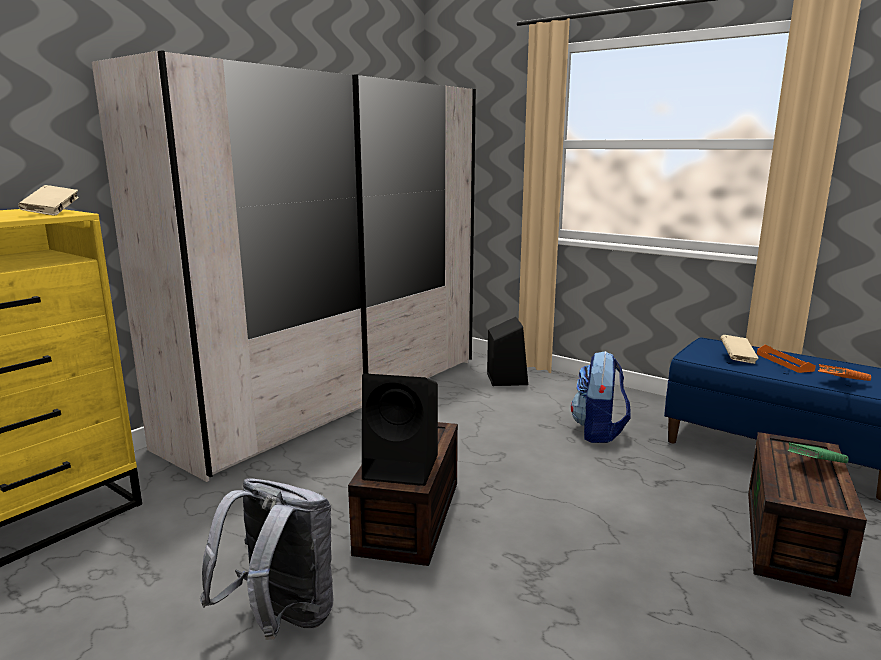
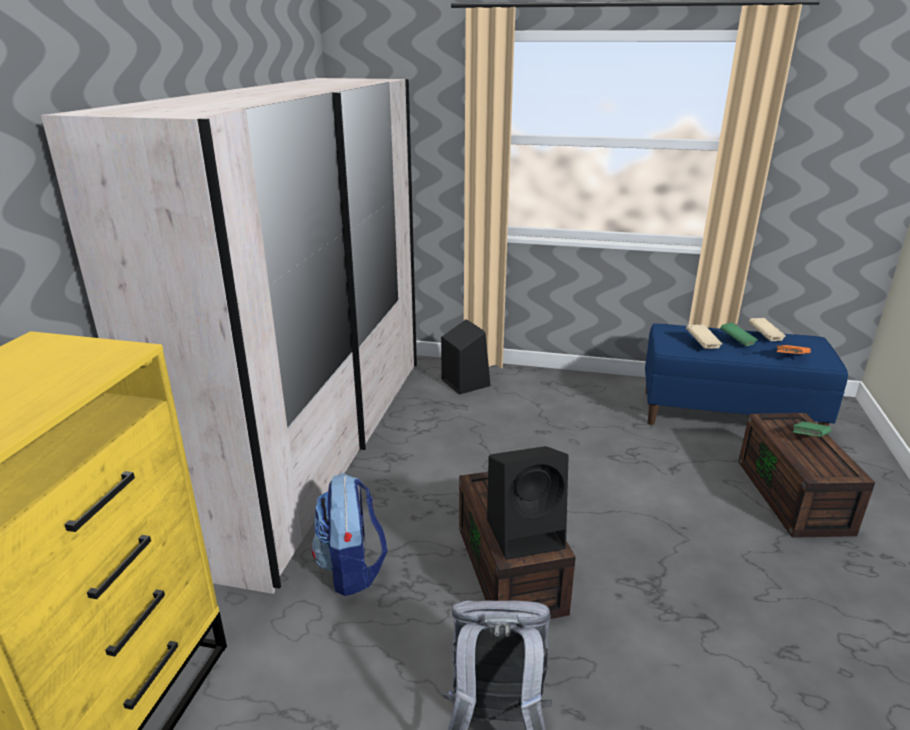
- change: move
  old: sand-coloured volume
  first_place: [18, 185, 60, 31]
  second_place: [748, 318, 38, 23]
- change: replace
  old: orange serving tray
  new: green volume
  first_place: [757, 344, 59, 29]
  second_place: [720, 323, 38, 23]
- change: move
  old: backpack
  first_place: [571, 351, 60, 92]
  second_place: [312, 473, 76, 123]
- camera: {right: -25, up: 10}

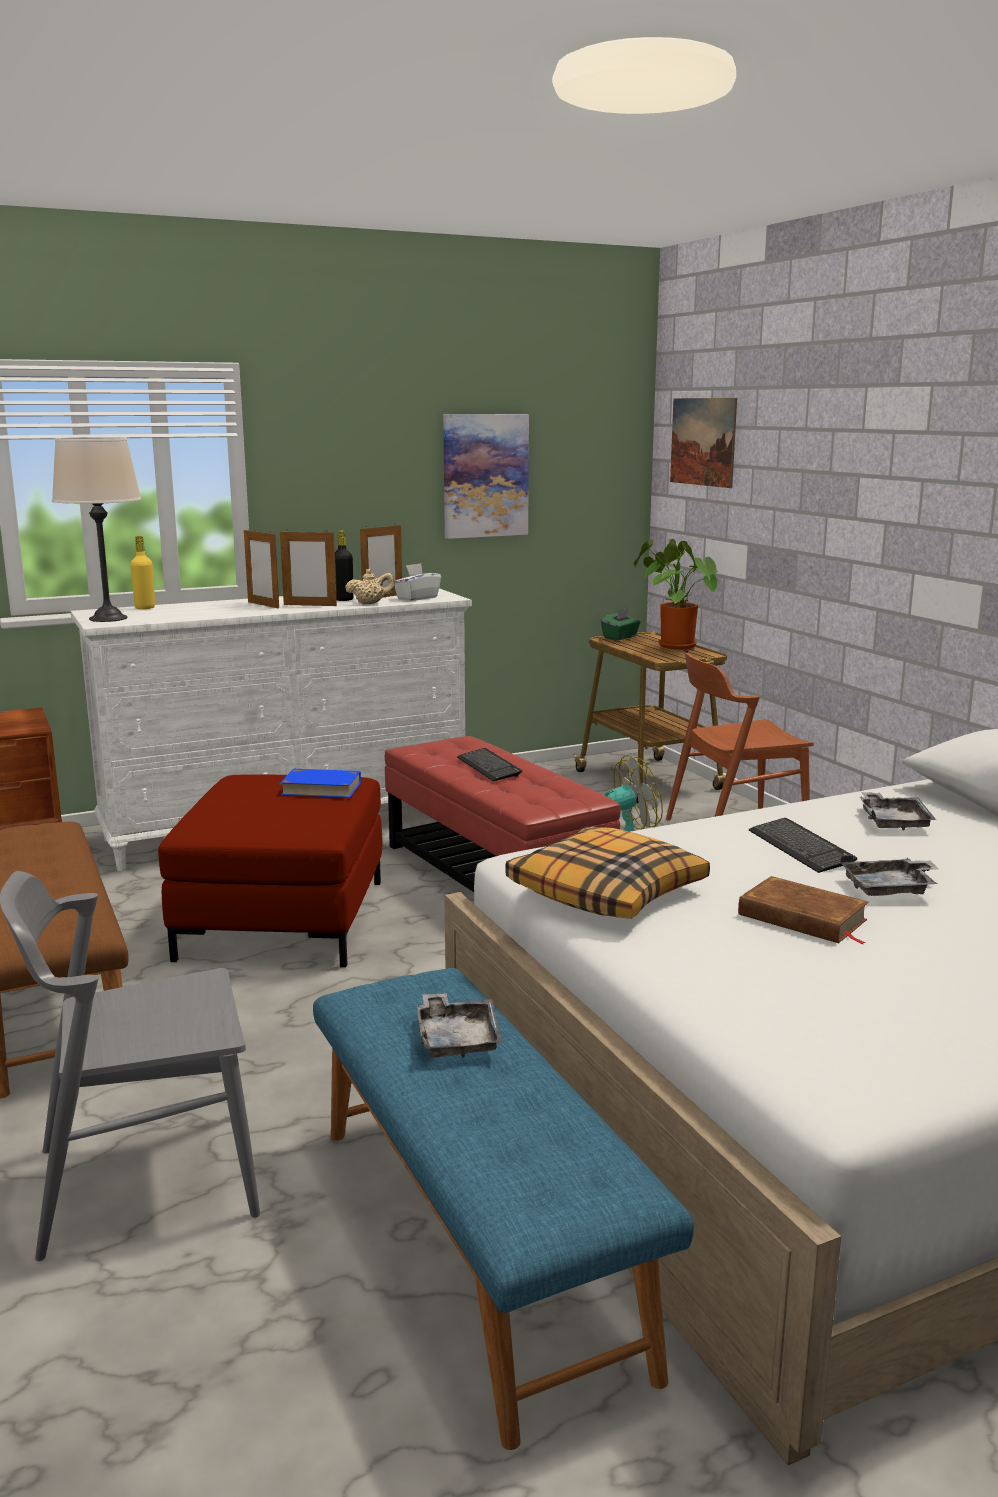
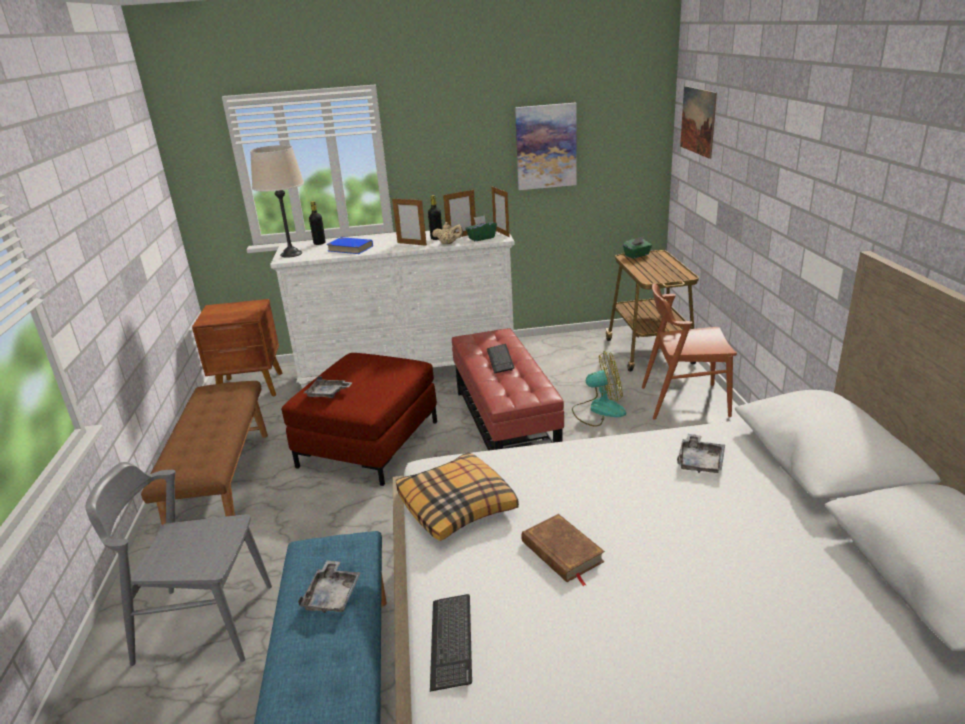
- change: move
  old: picture frame
  first_place: [244, 528, 35, 81]
  second_place: [491, 186, 19, 51]
- change: recolor
  old: yellowish beverage bottle
  new: black-coloured beverage bottle
  first_place: [130, 536, 25, 73]
  second_place: [309, 201, 17, 44]
- change: delete
  old: houseplant
  first_place: [634, 539, 84, 110]
- change: recolor
  old: white tissue holder
  new: green tissue holder
  first_place: [395, 563, 46, 38]
  second_place: [466, 215, 31, 26]
- change: move
  old: blue volume
  first_place: [280, 769, 81, 29]
  second_place: [326, 237, 47, 17]
- change: move
  old: keyboard
  first_place: [749, 818, 108, 55]
  second_place: [430, 594, 42, 98]
- change: move
  old: greyish serving tray
  first_place: [841, 855, 98, 41]
  second_place: [304, 376, 49, 22]
- camera: {right: 20, up: 10}

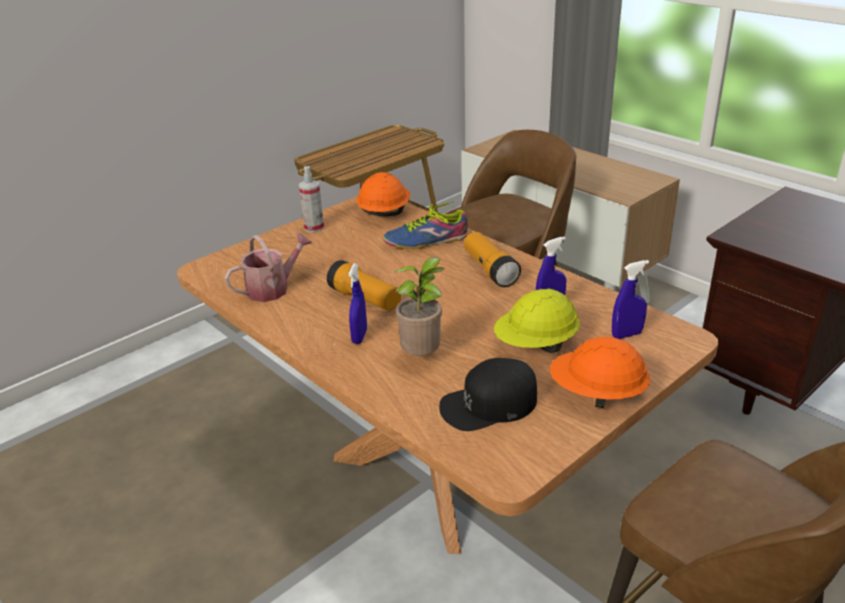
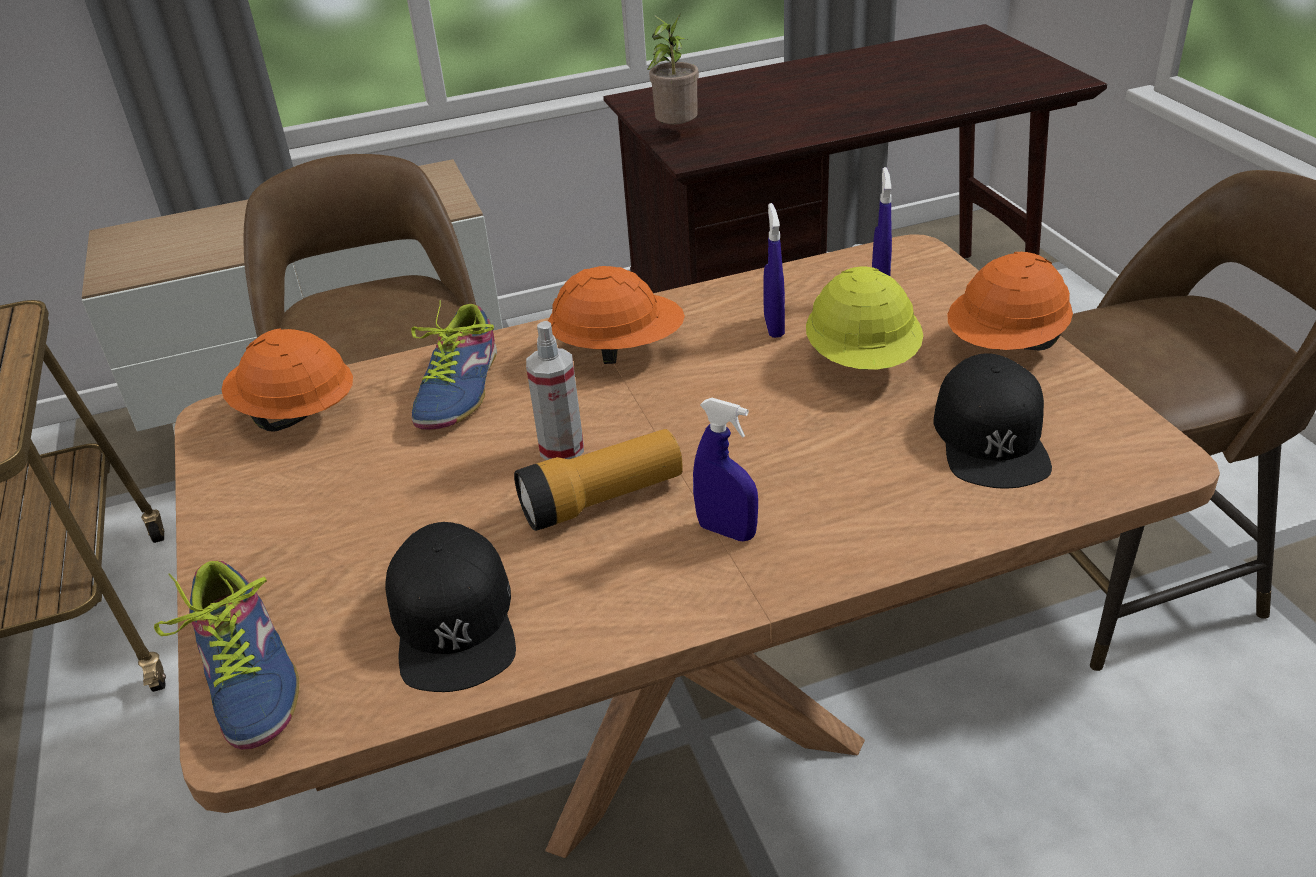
- change: move
  old: spray bottle
  first_place: [299, 166, 25, 67]
  second_place: [526, 321, 58, 139]
- change: replace
  old: torch
  new: orange work helmet
  first_place: [464, 232, 57, 55]
  second_place: [548, 266, 137, 98]
- change: replace
  old: watering can
  new: black-coloured baseball cap
  first_place: [225, 233, 87, 69]
  second_place: [385, 522, 131, 170]
- change: move
  old: houseplant
  first_place: [395, 257, 50, 98]
  second_place: [647, 13, 52, 111]
- change: insert
  new: item of footwear
  second_place: [154, 560, 145, 190]
- camera: {right: -65, up: 5}

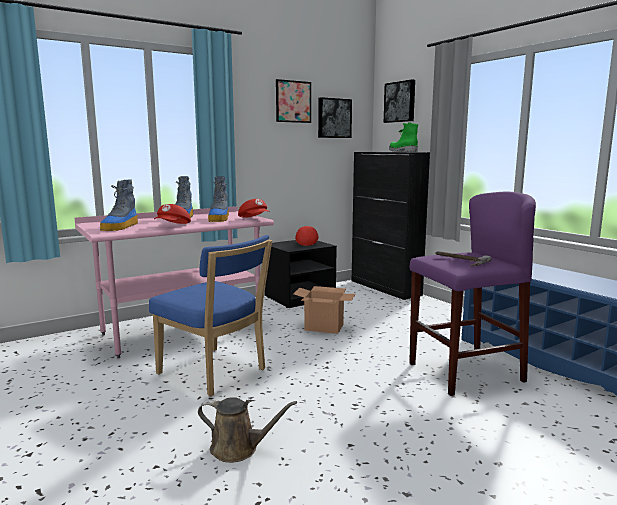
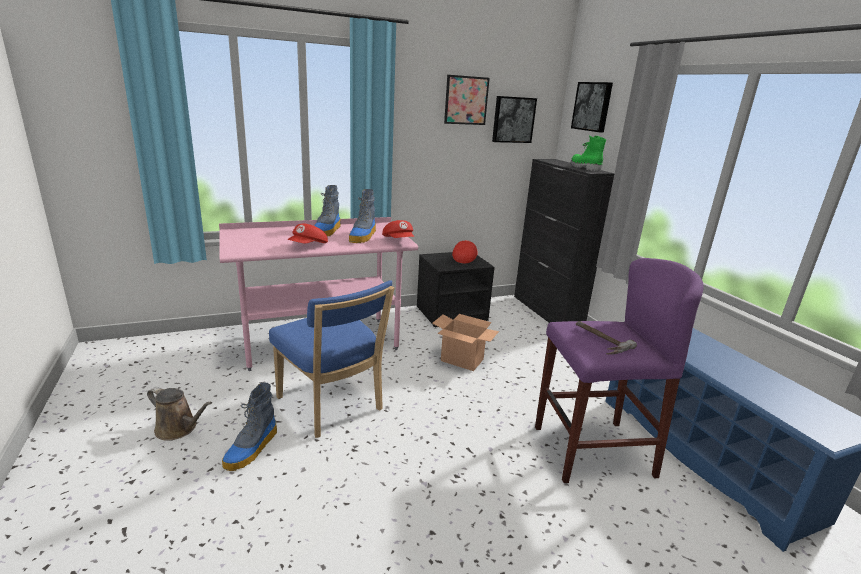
- change: move
  old: tall boot
  first_place: [100, 180, 38, 51]
  second_place: [222, 382, 55, 89]
- change: move
  old: brownish watering can
  first_place: [198, 397, 99, 66]
  second_place: [147, 387, 65, 53]
- camera: {right: 10, up: 10}

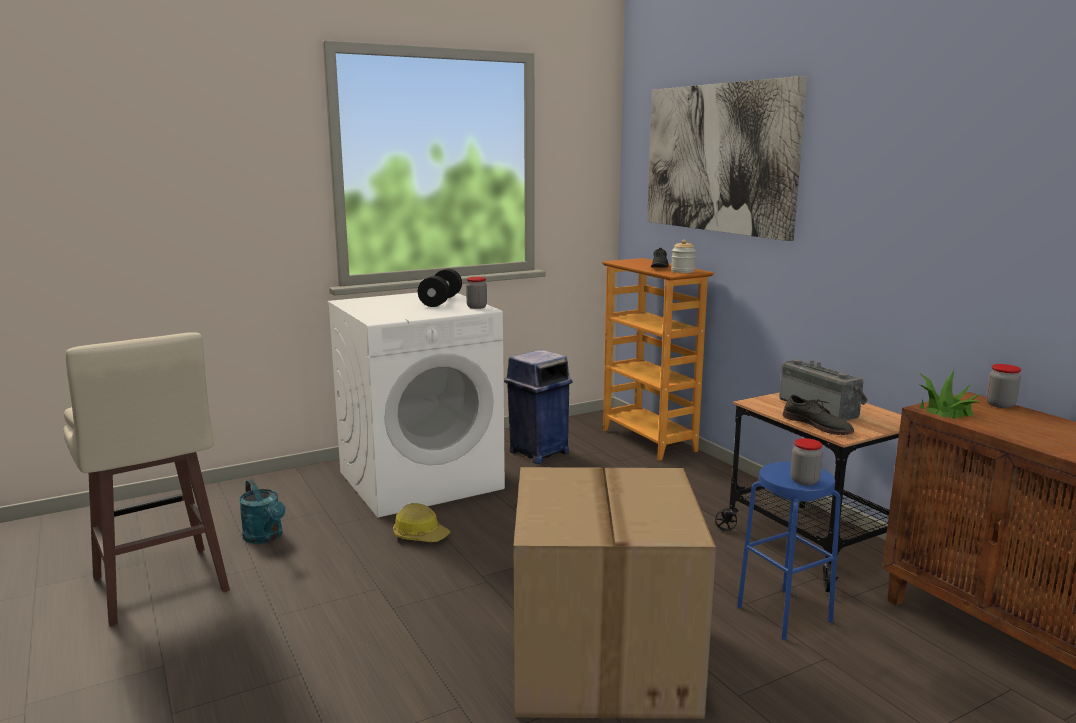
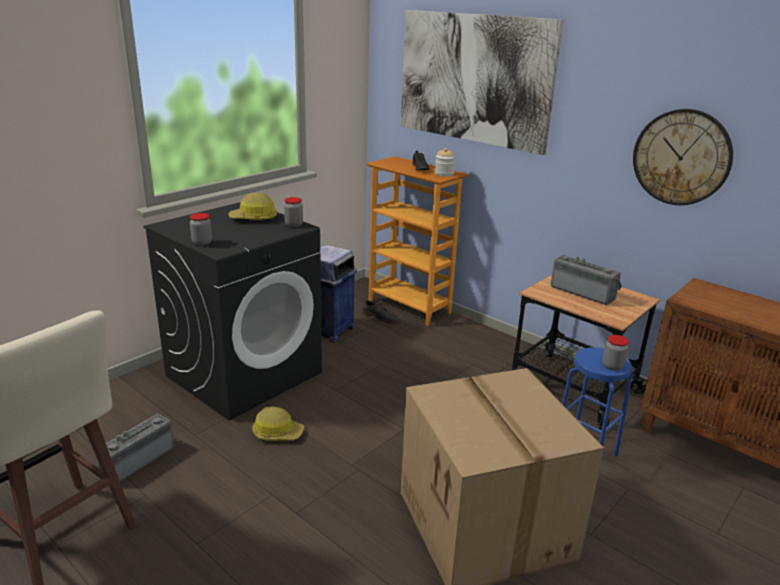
- change: replace
  old: black-coloured hand weight
  new: work helmet
  first_place: [418, 269, 44, 38]
  second_place: [229, 193, 49, 27]
- change: recolor
  old: white washing machine
  new: black-coloured washing machine
  first_place: [327, 293, 178, 225]
  second_place: [143, 202, 179, 219]
- change: move
  old: storage jar
  first_place: [986, 364, 35, 44]
  second_place: [190, 213, 22, 33]
- change: delete
  old: houseplant
  first_place: [918, 370, 63, 49]
- change: move
  old: greyish item of footwear
  first_place: [783, 395, 71, 40]
  second_place: [362, 300, 38, 24]
- change: replace
  old: turquoise-coloured watering can
  new: radio set
  first_place: [239, 479, 46, 65]
  second_place: [93, 414, 81, 68]
- change: insert
  new: clock on the wall
  second_place: [633, 109, 100, 96]
- camera: {right: -20, up: 10}

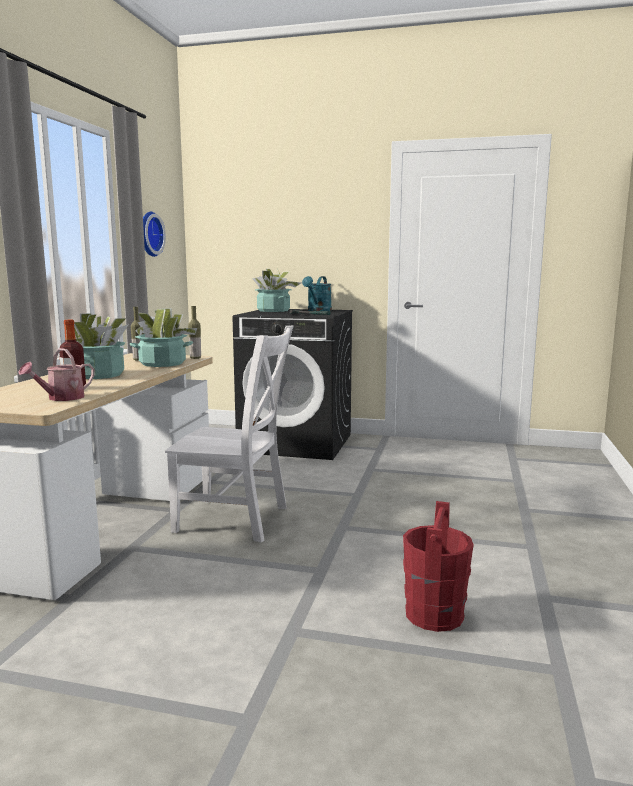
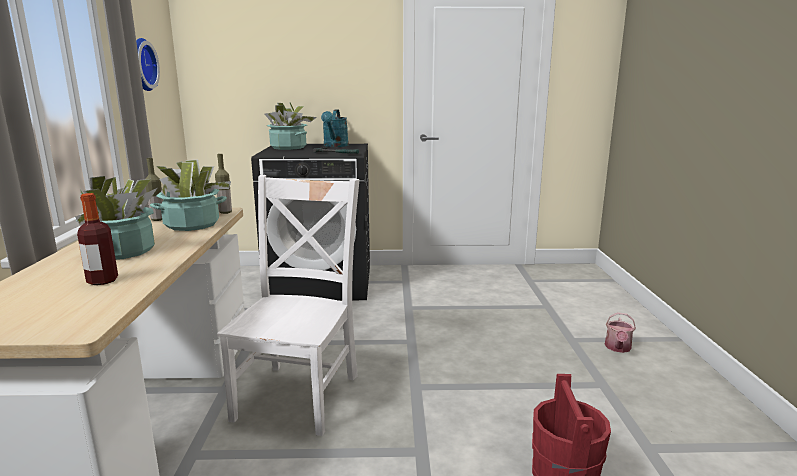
- change: rotate
  old: white chair
  first_place: [165, 326, 128, 216]
  second_place: [217, 175, 143, 261]
  degrees: -75
- change: move
  old: watering can
  first_place: [18, 348, 77, 53]
  second_place: [605, 312, 31, 41]
- camera: {right: -15, up: 5}

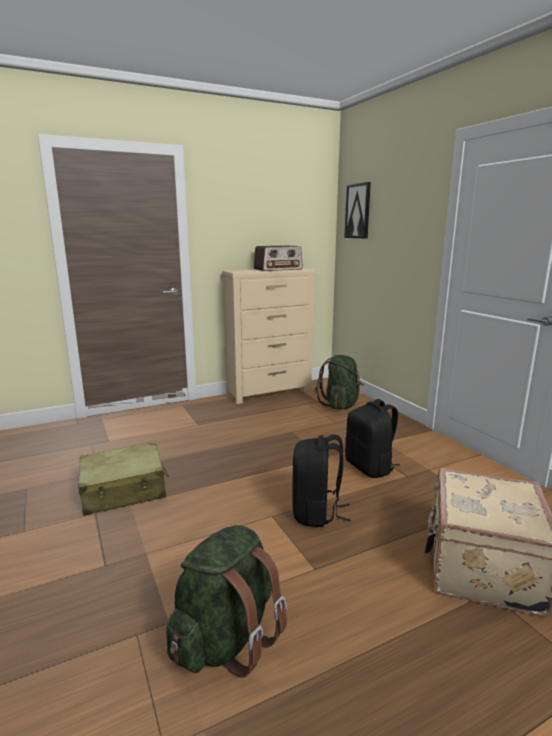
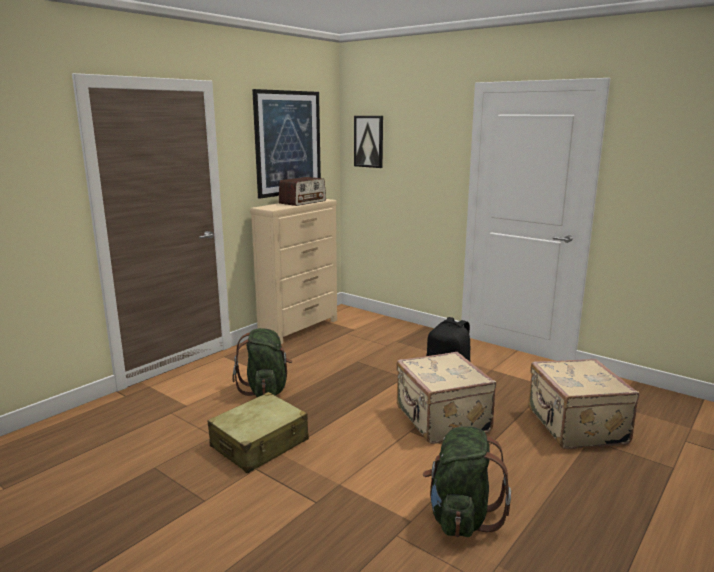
- change: move
  old: green backpack
  first_place: [315, 355, 49, 55]
  second_place: [232, 328, 61, 69]
- change: replace
  old: black-coloured backpack
  new: sand-coloured travel case
  first_place: [292, 435, 59, 92]
  second_place: [396, 352, 100, 92]
- change: insert
  new: wall picture
  second_place: [252, 89, 69, 110]
- camera: {right: -25, up: 0}

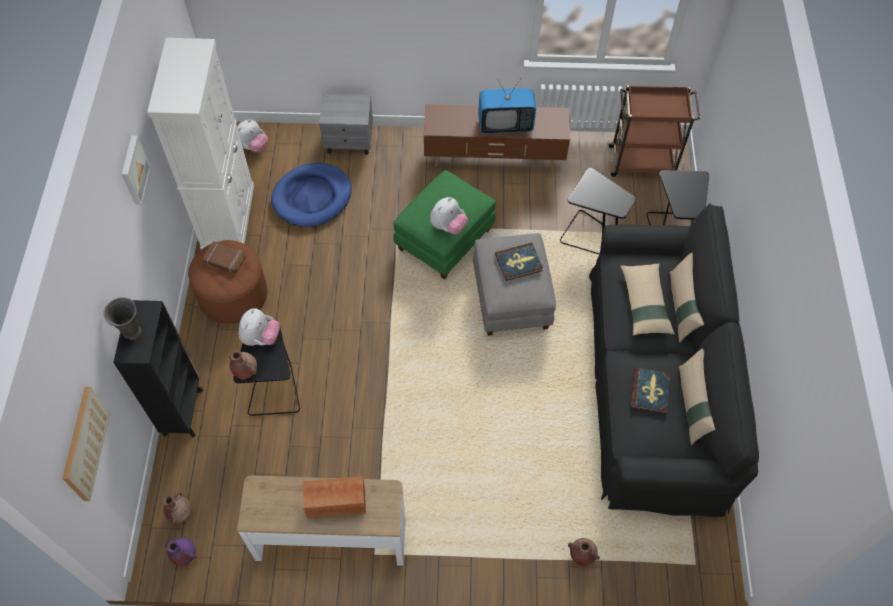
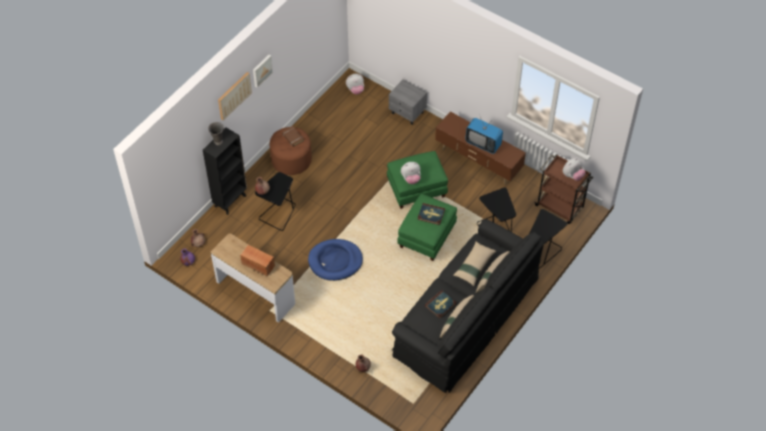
- change: delete
  old: white storage cabinet
  first_place: [147, 38, 107, 212]
- change: move
  old: blue pet bed
  first_place: [271, 163, 81, 64]
  second_place: [308, 239, 55, 42]
- change: recolor
  old: greyish footrest
  new: green footrest
  first_place: [473, 233, 83, 103]
  second_place: [397, 194, 60, 67]
- change: move
  old: soft toy
  first_place: [239, 308, 41, 38]
  second_place: [563, 158, 23, 23]
- change: move
  old: wall picture
  first_place: [62, 387, 48, 114]
  second_place: [218, 72, 34, 48]
- camera: {right: 35, up: -5}

